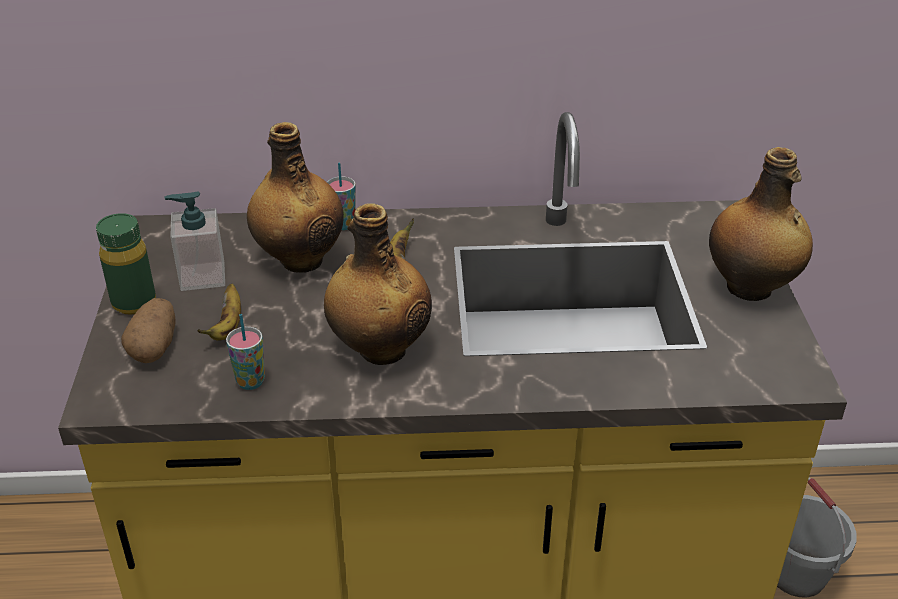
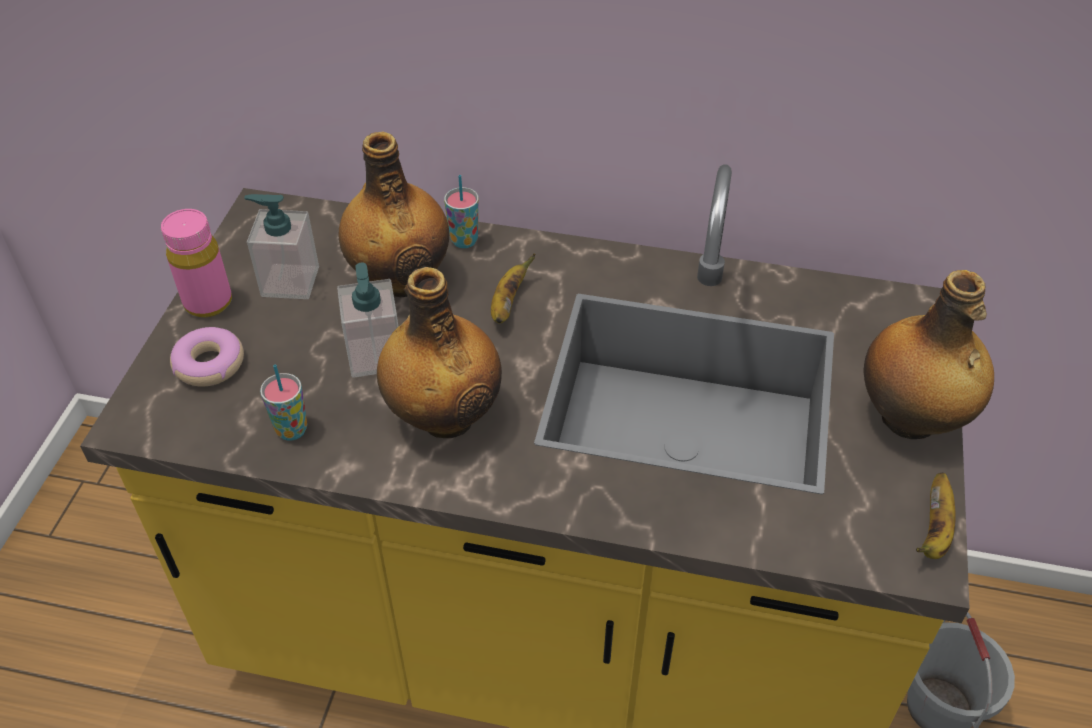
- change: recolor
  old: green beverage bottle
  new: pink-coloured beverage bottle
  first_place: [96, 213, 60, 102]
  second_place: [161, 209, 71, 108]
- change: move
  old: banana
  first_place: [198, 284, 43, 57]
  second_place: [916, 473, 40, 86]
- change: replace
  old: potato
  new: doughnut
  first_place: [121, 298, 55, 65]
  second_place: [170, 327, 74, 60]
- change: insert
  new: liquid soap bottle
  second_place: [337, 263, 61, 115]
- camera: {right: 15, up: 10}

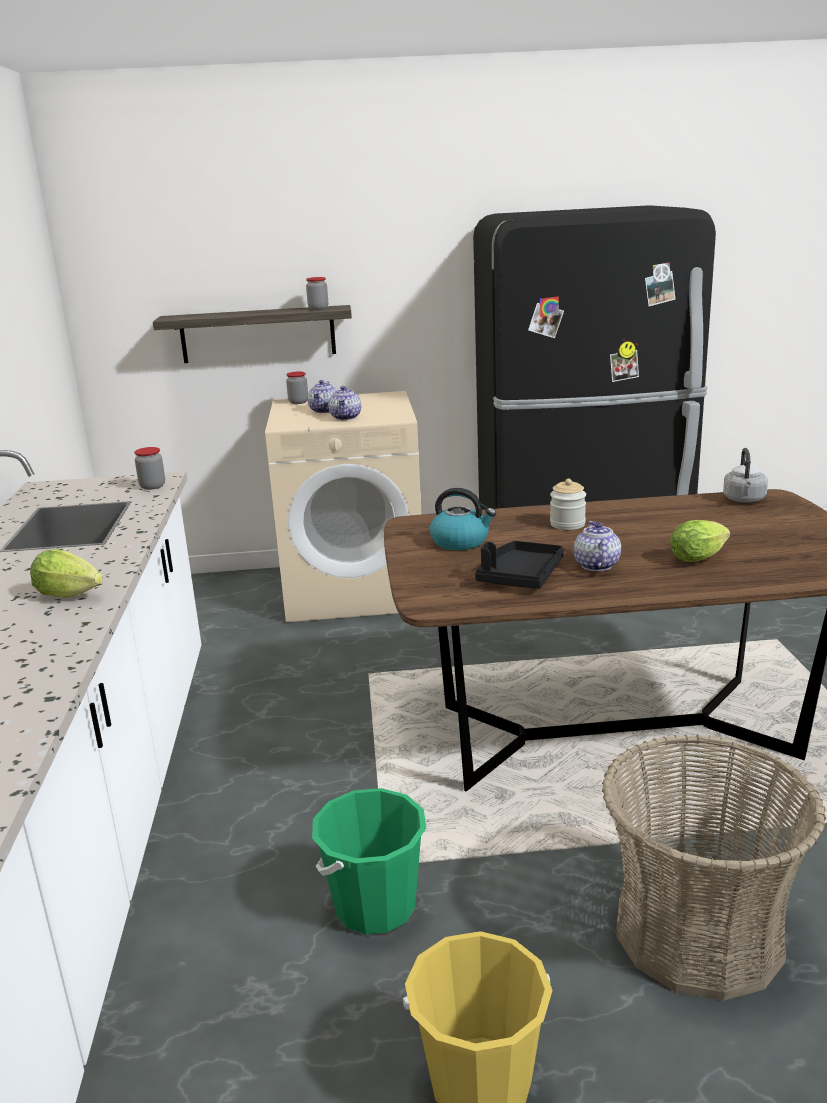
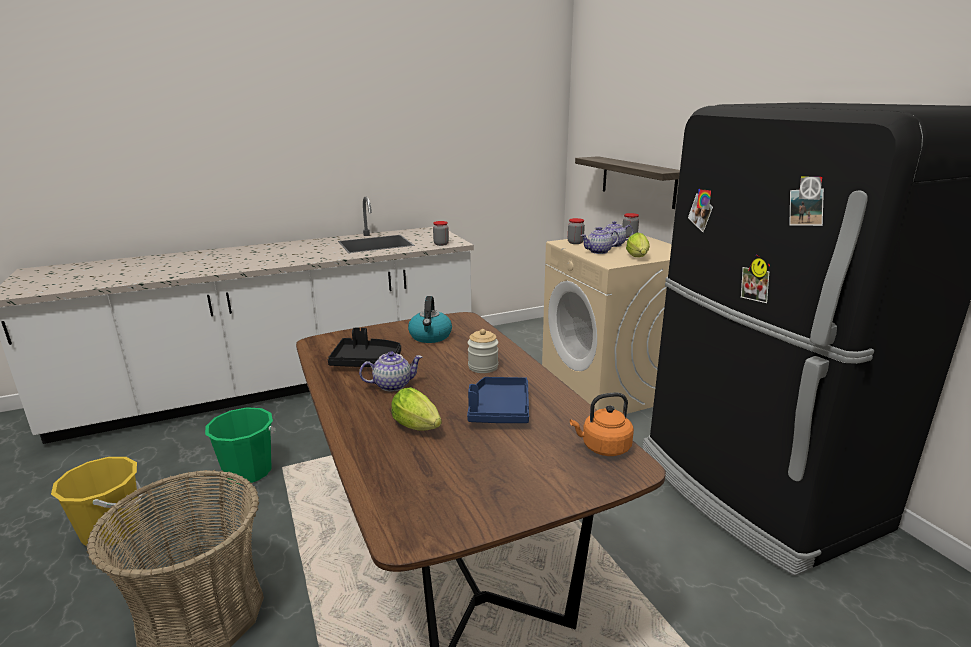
- change: move
  old: storage jar
  first_place: [306, 277, 22, 33]
  second_place: [568, 218, 17, 26]
- change: recolor
  old: greyish kettle
  new: orange kettle
  first_place: [723, 448, 45, 55]
  second_place: [570, 393, 64, 63]
- change: move
  old: lettuce
  first_place: [30, 549, 72, 49]
  second_place: [626, 232, 24, 25]
- change: insert
  new: blue serving tray
  second_place: [467, 377, 62, 46]
- camera: {right: 70, up: 0}

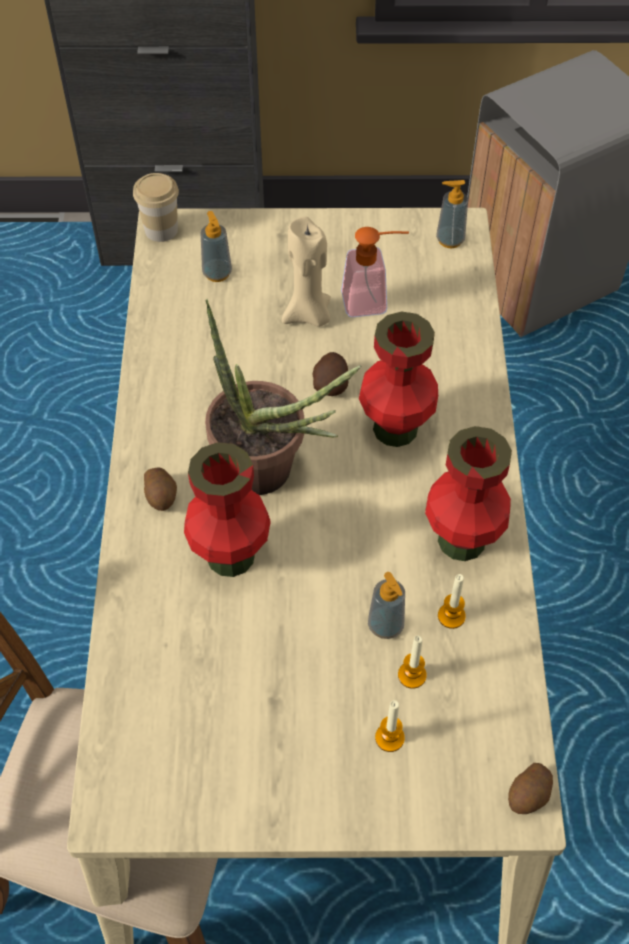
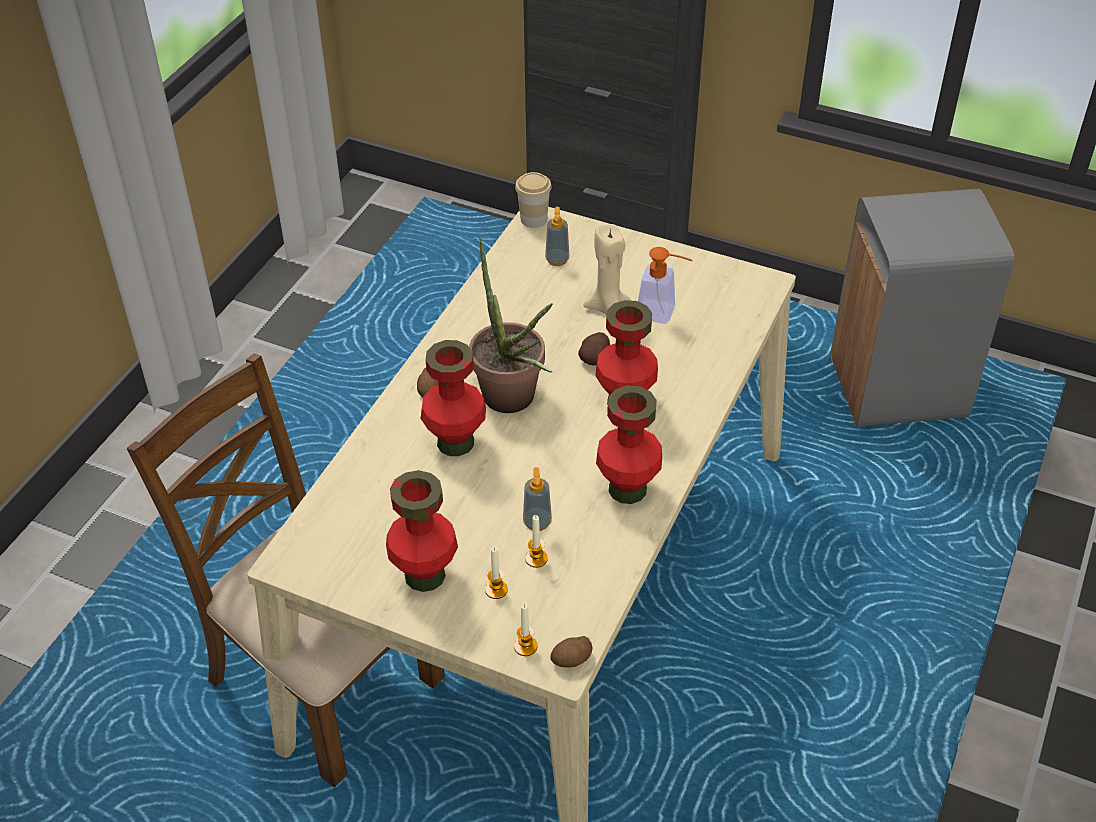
- change: delete
  old: liquid soap bottle
  first_place: [436, 180, 32, 68]
- change: move
  old: wax candle
  first_place: [438, 574, 28, 55]
  second_place: [514, 603, 23, 53]
- change: insert
  new: red-coloured decorative vase
  second_place: [386, 470, 72, 122]
- camera: {right: 25, up: -10}

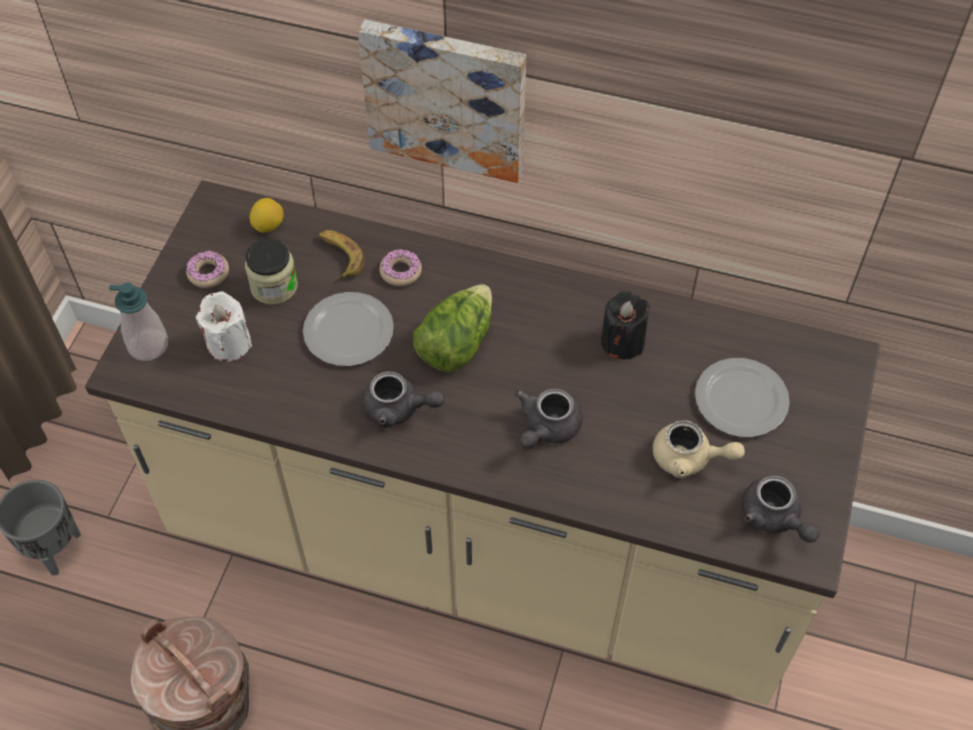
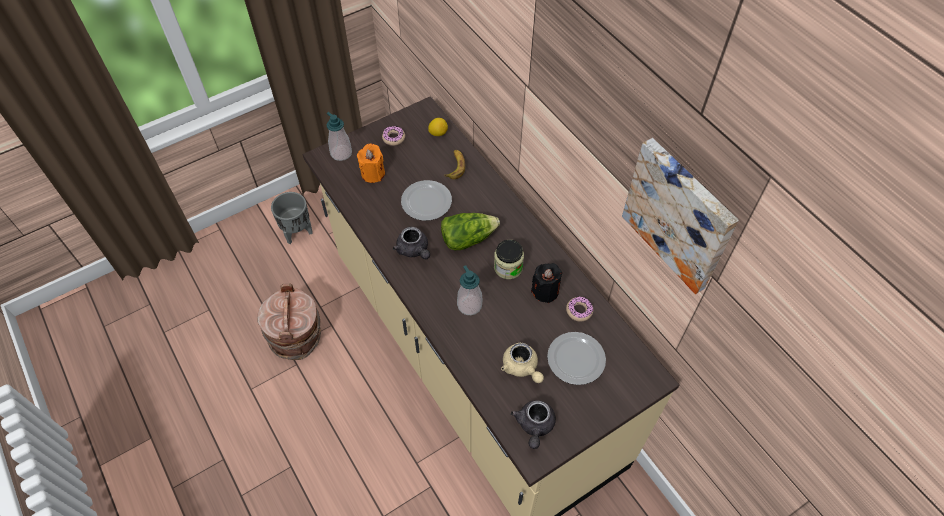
- change: move
  old: wall picture
  first_place: [358, 19, 168, 164]
  second_place: [622, 138, 117, 156]
- change: move
  old: storage jar
  first_place: [245, 238, 53, 66]
  second_place: [494, 240, 30, 39]
- change: move
  old: doughnut
  first_place: [380, 249, 42, 37]
  second_place: [566, 297, 27, 25]
- change: recolor
  old: white wax candle
  new: orange wax candle
  first_place: [196, 291, 56, 71]
  second_place: [357, 144, 28, 39]
- change: replace
  old: greyish pot for tea
  new: liquid soap bottle
  first_place: [515, 388, 68, 61]
  second_place: [457, 265, 25, 50]
- camera: {right: 40, up: 0}

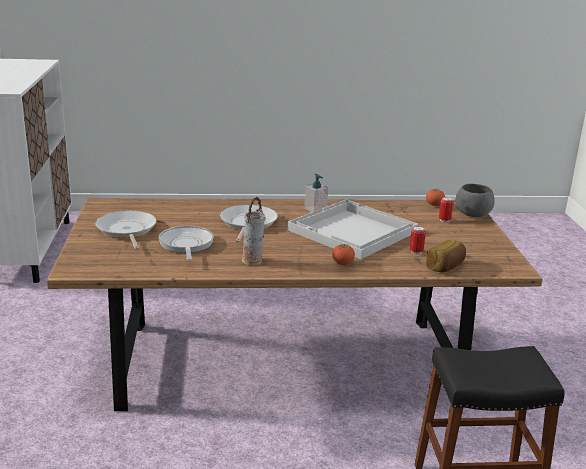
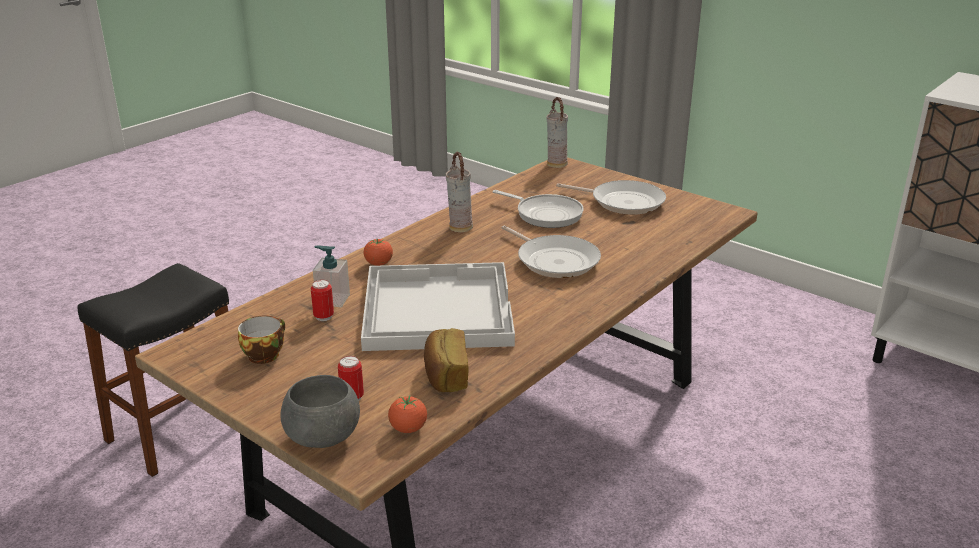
- change: move
  old: liquid soap bottle
  first_place: [304, 174, 24, 40]
  second_place: [313, 245, 37, 62]
- change: move
  old: bread
  first_place: [426, 240, 40, 33]
  second_place: [424, 328, 45, 64]
- change: insert
  new: decorative vase
  second_place: [546, 97, 22, 71]
- change: insert
  new: cup
  second_place: [238, 316, 47, 48]
- camera: {right: 135, up: 5}

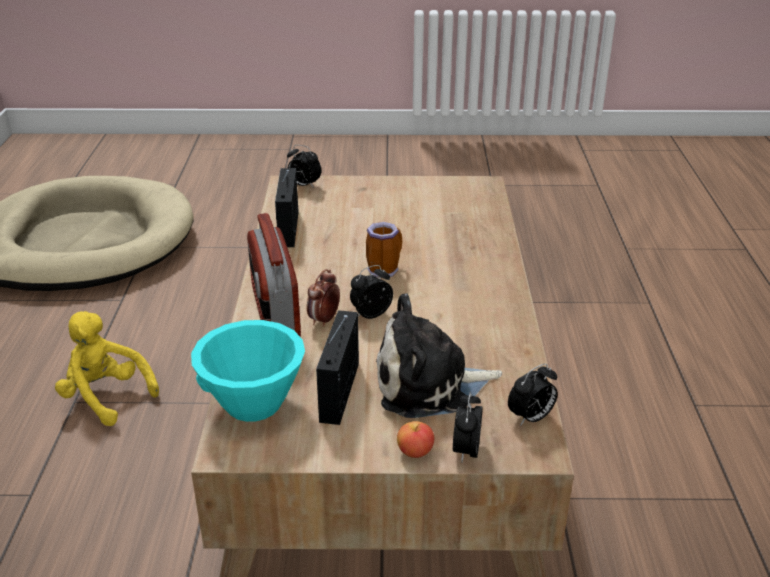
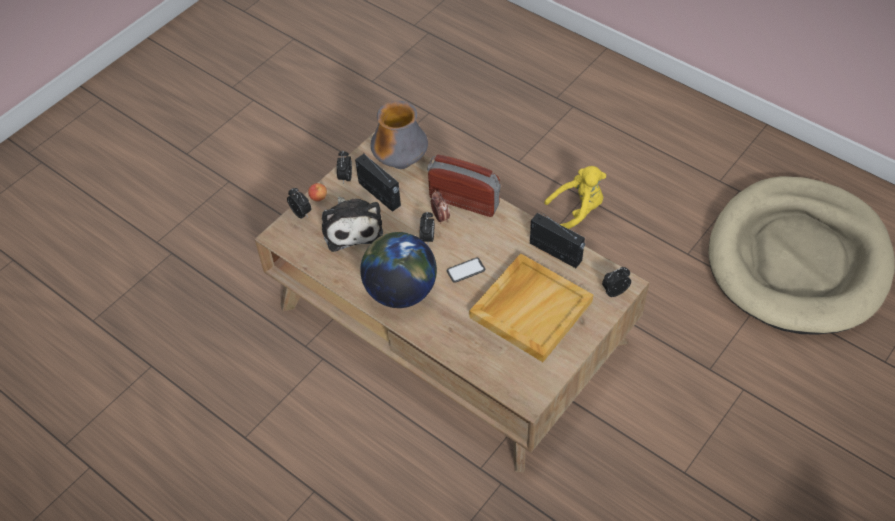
- change: replace
  old: coffee mug
  new: handset
  first_place: [366, 222, 36, 57]
  second_place: [446, 258, 39, 25]
- change: rotate
  old: soft toy
  first_place: [376, 293, 126, 125]
  second_place: [322, 197, 61, 55]
  degrees: 135
- change: replace
  old: turquoise-coloured deep dish
  new: decorative vase
  first_place: [191, 320, 114, 102]
  second_place: [371, 101, 57, 68]
- change: move
  old: table clock
  first_place: [508, 364, 50, 62]
  second_place: [337, 151, 15, 33]
- change: insert
  new: desk globe
  second_place: [360, 232, 77, 76]
- change: insert
  new: sand-coloured serving tray
  second_place: [469, 253, 124, 109]
- camera: {right: 130, up: 20}

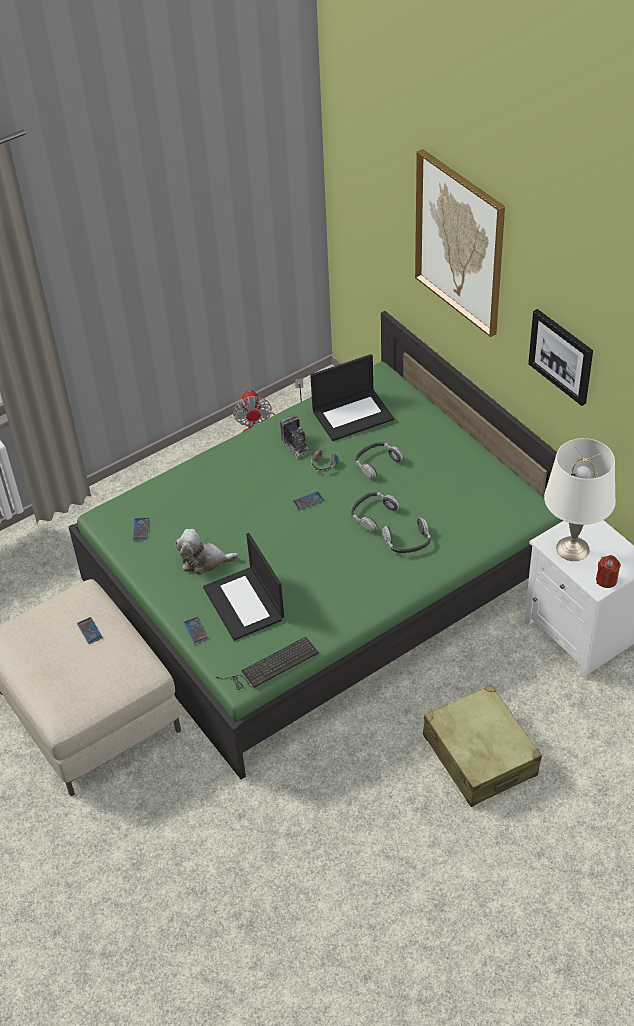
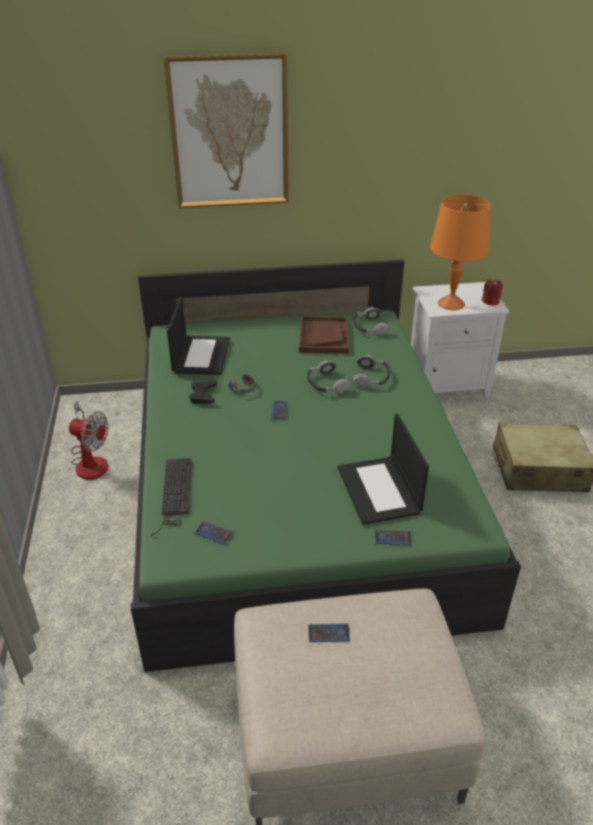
- change: delete
  old: wall picture
  first_place: [528, 309, 65, 97]
- change: replace
  old: photo camera
  new: black-coloured game controller
  first_place: [280, 414, 32, 44]
  second_place: [189, 381, 28, 23]
- change: recolor
  old: white table lamp
  new: orange table lamp
  first_place: [544, 438, 72, 123]
  second_place: [430, 194, 60, 116]
- change: move
  old: headset
  first_place: [355, 442, 48, 36]
  second_place: [353, 307, 37, 29]
- change: delete
  old: soft toy
  first_place: [175, 529, 64, 46]
- change: rotate
  old: portable computer
  first_place: [203, 533, 81, 108]
  second_place: [338, 414, 91, 111]
  degrees: 75
- change: move
  old: keyboard
  first_place: [216, 637, 103, 53]
  second_place: [151, 458, 41, 78]
- change: insert
  new: brownish serving tray
  second_place: [299, 316, 50, 38]
- camera: {right: -65, up: -10}

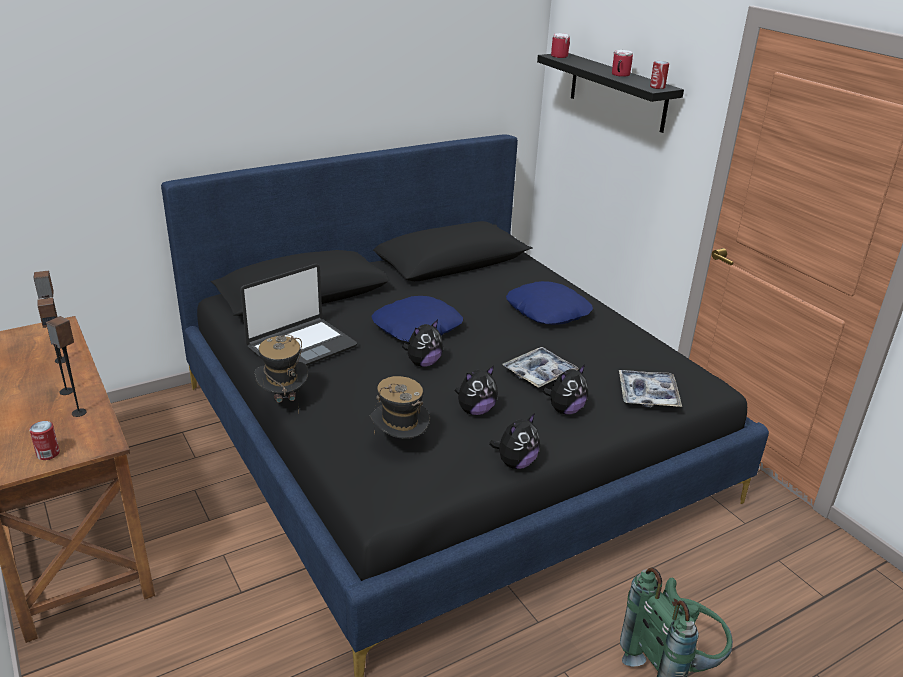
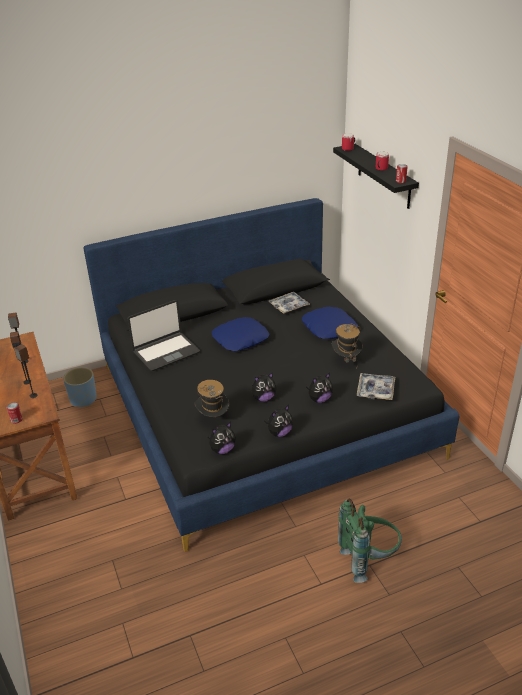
- change: move
  old: soft toy
  first_place: [402, 320, 41, 47]
  second_place: [208, 422, 28, 32]
- change: move
  old: wearable hat
  first_place: [254, 335, 55, 79]
  second_place: [332, 324, 31, 39]
- change: move
  old: serving tray
  first_place: [503, 347, 76, 41]
  second_place: [268, 292, 42, 22]
- change: insert
  new: blue planter
  second_place: [63, 367, 34, 40]
- camera: {right: 10, up: 5}

